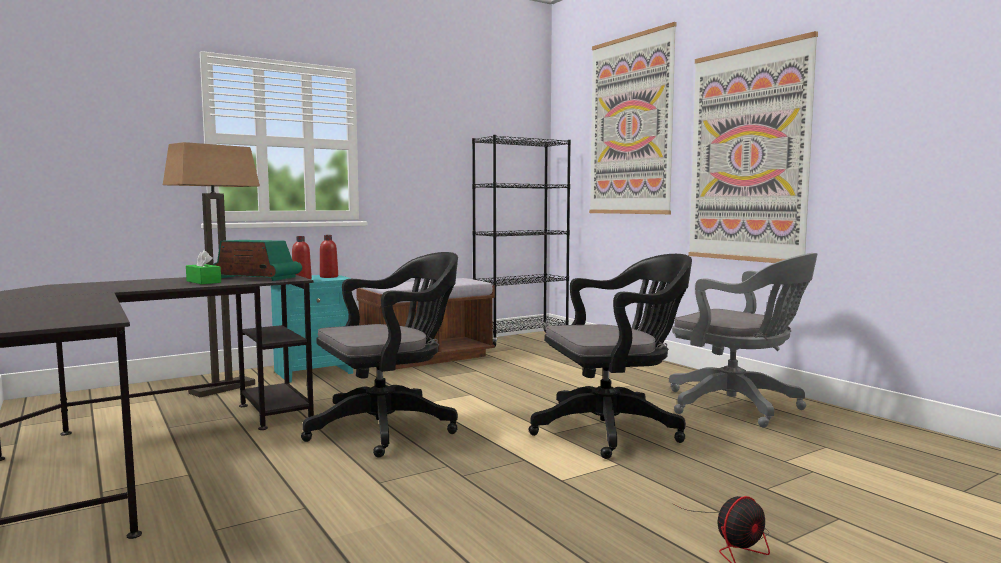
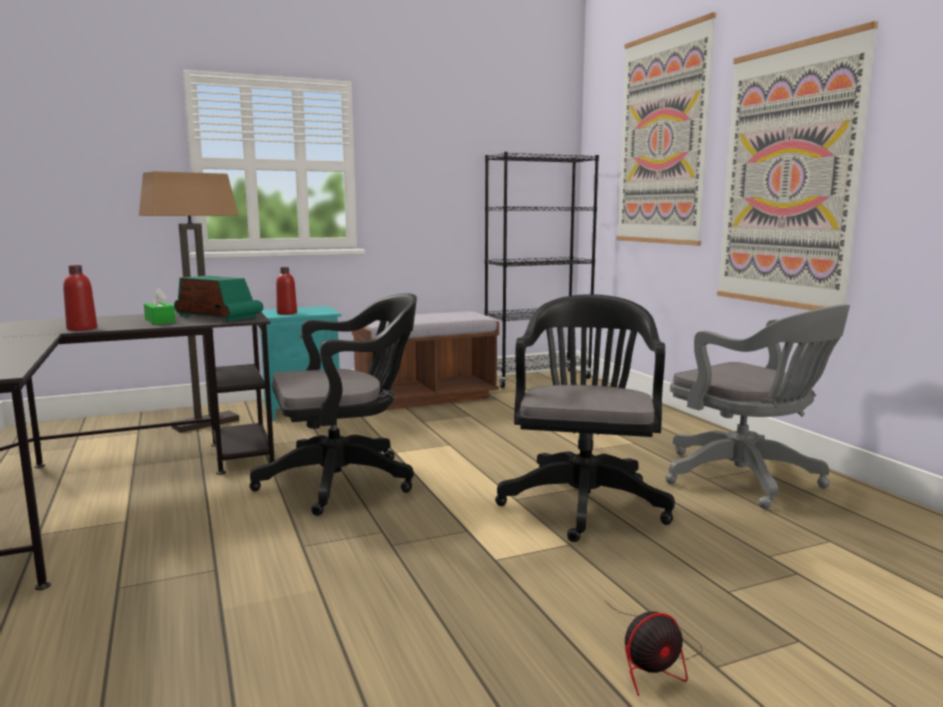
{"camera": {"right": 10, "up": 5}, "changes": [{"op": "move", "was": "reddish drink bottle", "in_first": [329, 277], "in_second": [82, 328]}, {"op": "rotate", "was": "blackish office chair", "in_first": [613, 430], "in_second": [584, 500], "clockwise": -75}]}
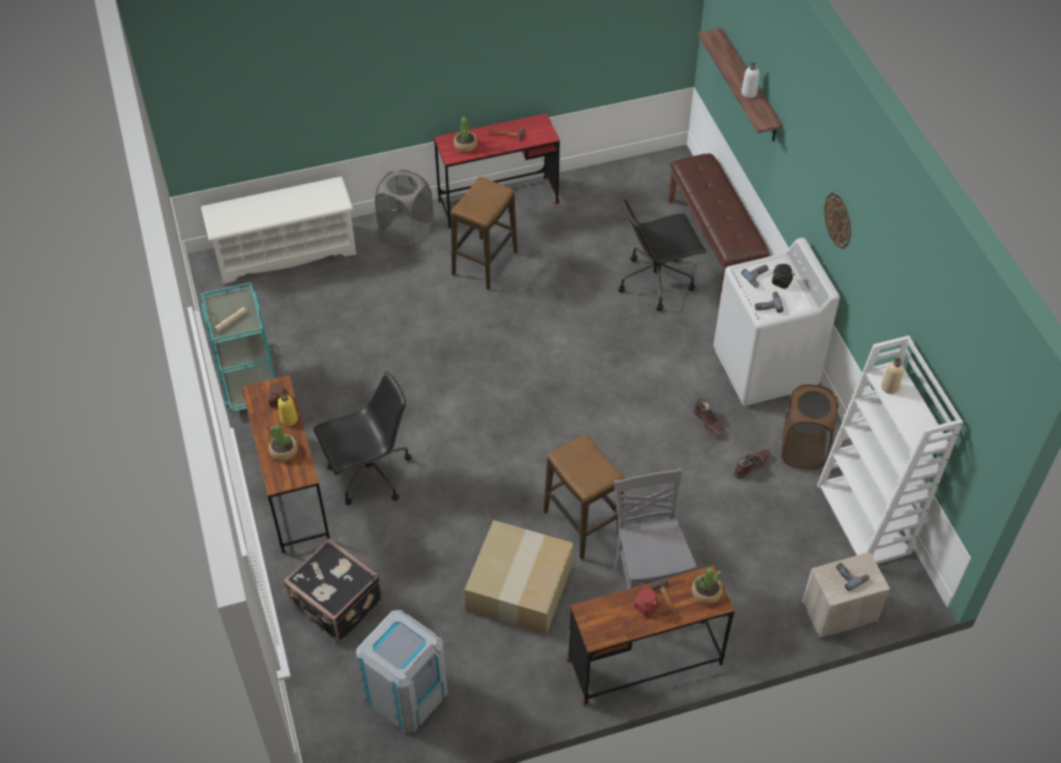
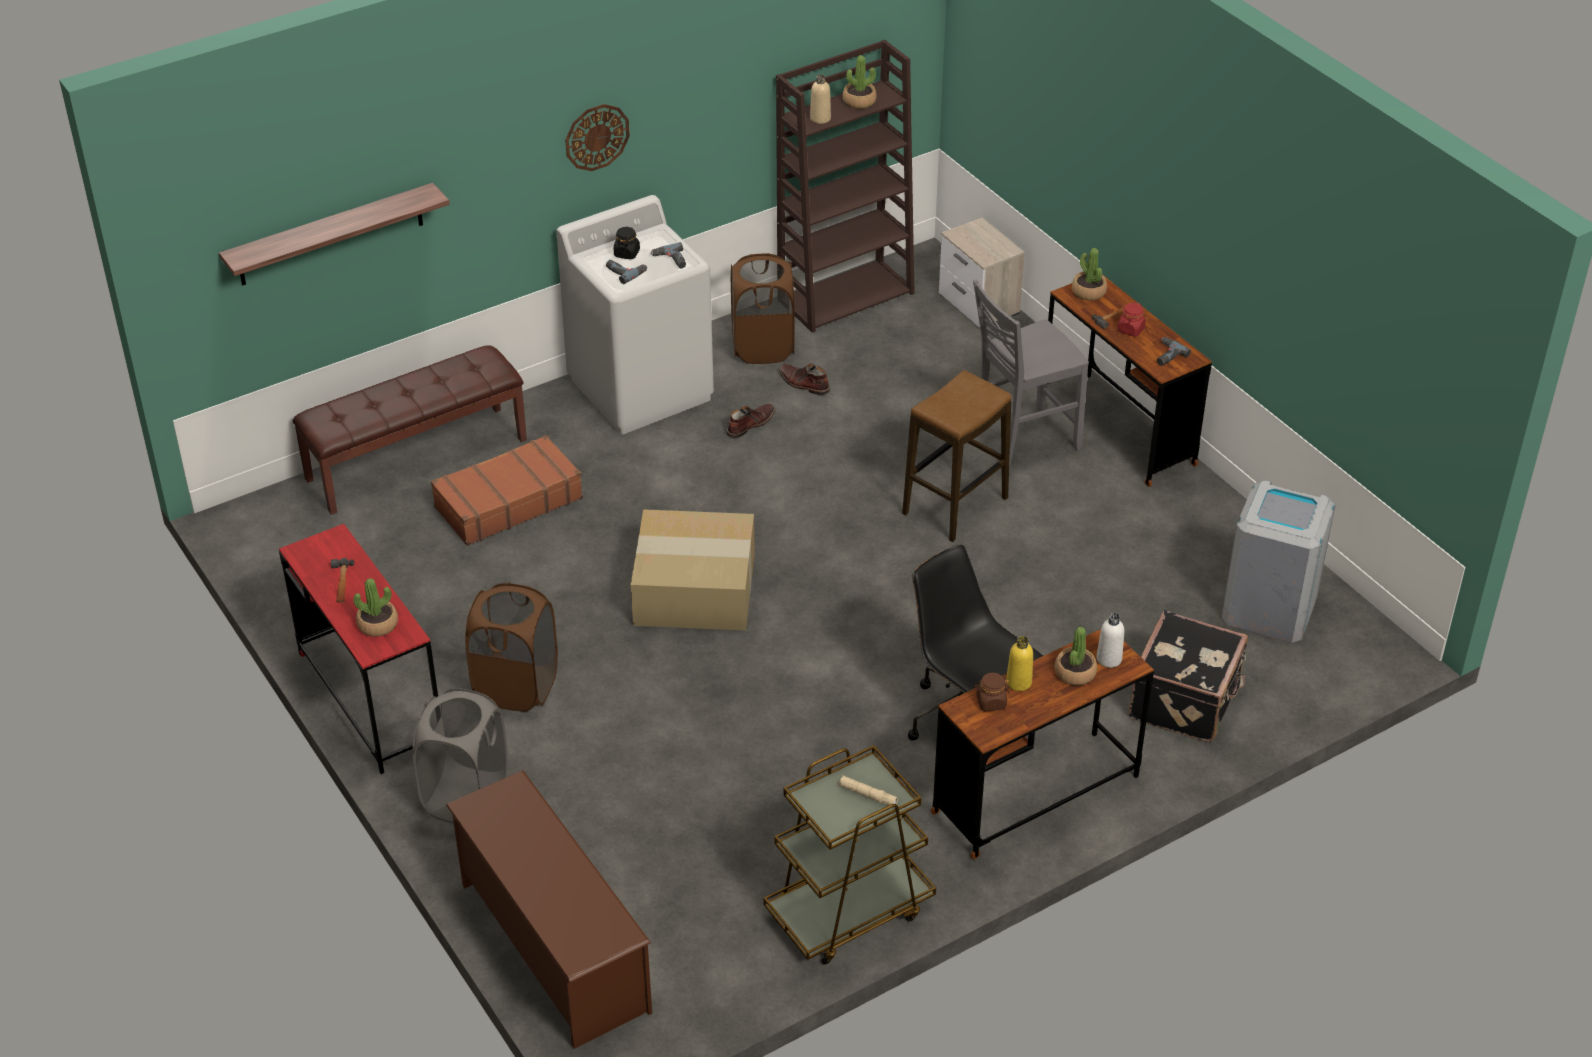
{"camera": {"right": -105, "up": -10}, "changes": [{"op": "replace", "was": "blackish office chair", "now": "brown travel case", "in_first": [656, 281], "in_second": [507, 502]}, {"op": "recolor", "was": "white shoe rack", "now": "brown shoe rack", "in_first": [286, 252], "in_second": [553, 946]}, {"op": "replace", "was": "stool seat", "now": "brown washing basket", "in_first": [484, 263], "in_second": [516, 687]}, {"op": "move", "was": "carton", "in_first": [520, 589], "in_second": [696, 588]}, {"op": "recolor", "was": "turquoise wheeled cart", "now": "brown wheeled cart", "in_first": [248, 378], "in_second": [848, 911]}, {"op": "recolor", "was": "white bookcase", "now": "brown bookcase", "in_first": [864, 519], "in_second": [846, 295]}, {"op": "insert", "now": "plant in a pot", "in_second": [859, 101]}, {"op": "move", "was": "white drink bottle", "in_first": [749, 93], "in_second": [1109, 659]}, {"op": "move", "was": "power drill", "in_first": [851, 575], "in_second": [1166, 355]}]}
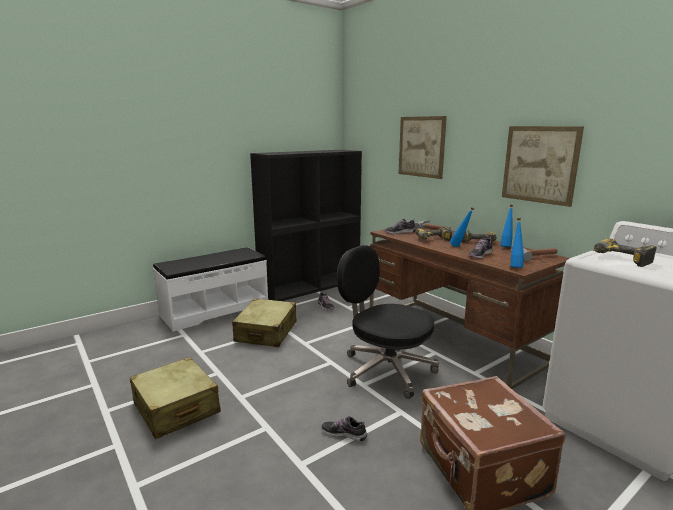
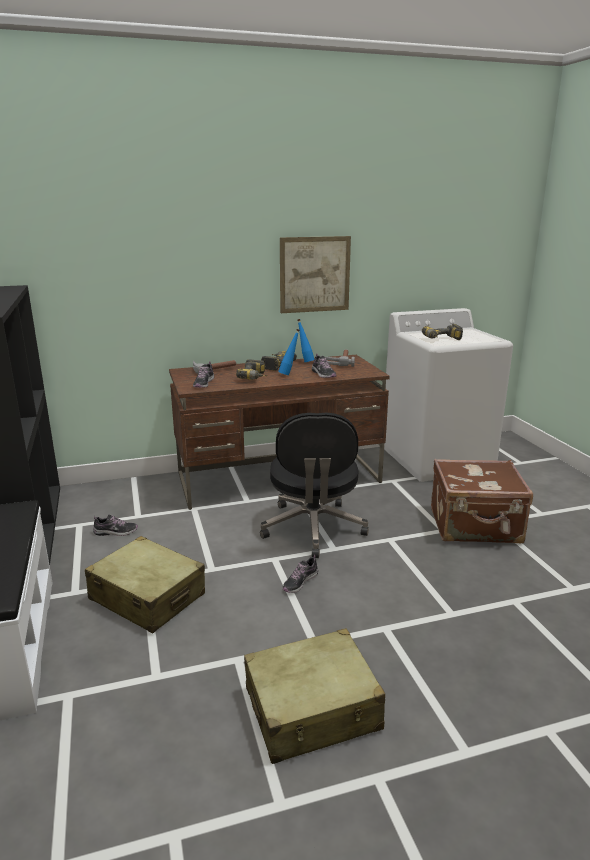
{"camera": {"right": -70, "up": 5}, "changes": [{"op": "rotate", "was": "blackish office chair", "in_first": [385, 370], "in_second": [313, 529], "clockwise": -60}, {"op": "move", "was": "low shoe", "in_first": [344, 434], "in_second": [300, 582]}, {"op": "delete", "was": "picture", "in_first": [421, 146]}, {"op": "delete", "was": "bluish drink bottle", "in_first": [515, 267]}]}
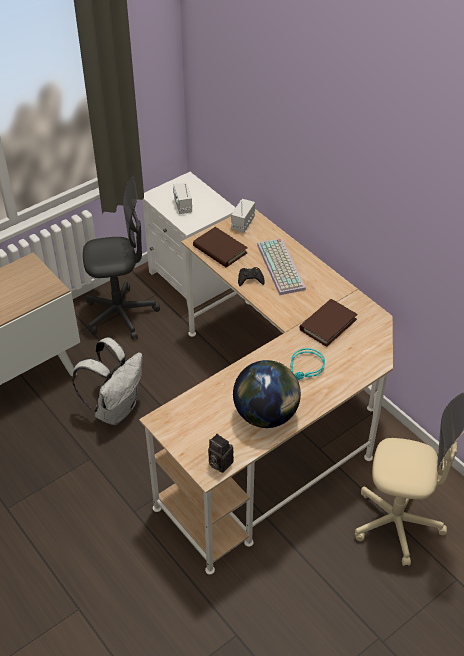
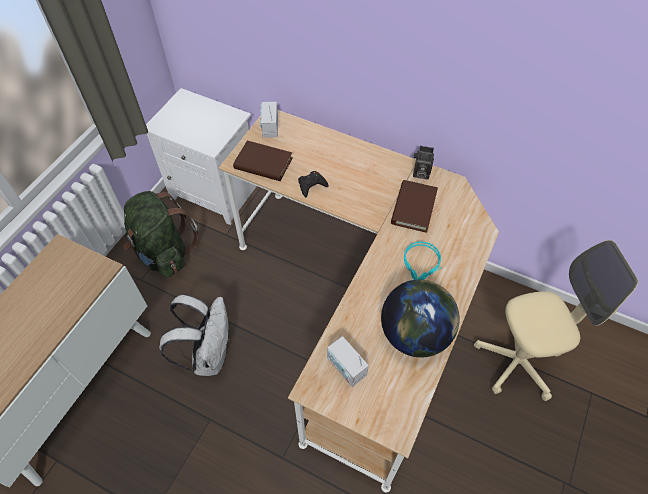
{"camera": {"right": -25, "up": 10}, "changes": [{"op": "replace", "was": "grey office chair", "now": "green rucksack", "in_first": [120, 314], "in_second": [164, 252]}, {"op": "move", "was": "radio receiver", "in_first": [183, 206], "in_second": [346, 367]}, {"op": "move", "was": "photo camera", "in_first": [219, 463], "in_second": [420, 173]}, {"op": "delete", "was": "keyboard", "in_first": [282, 267]}]}
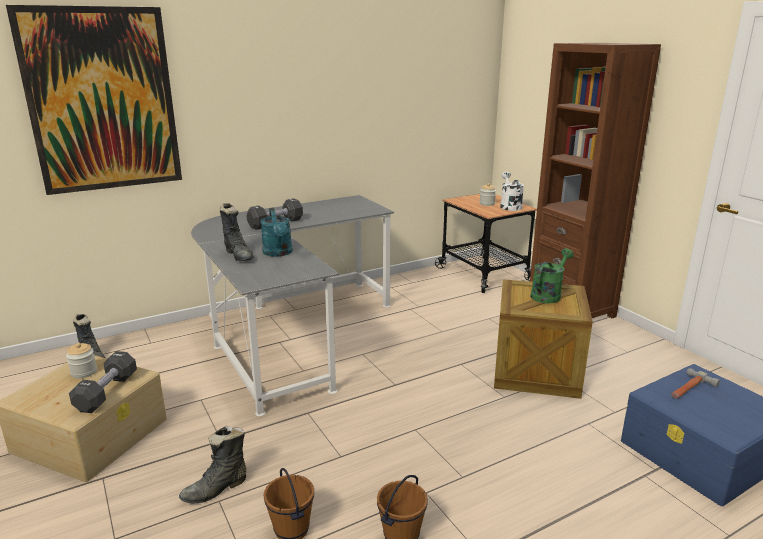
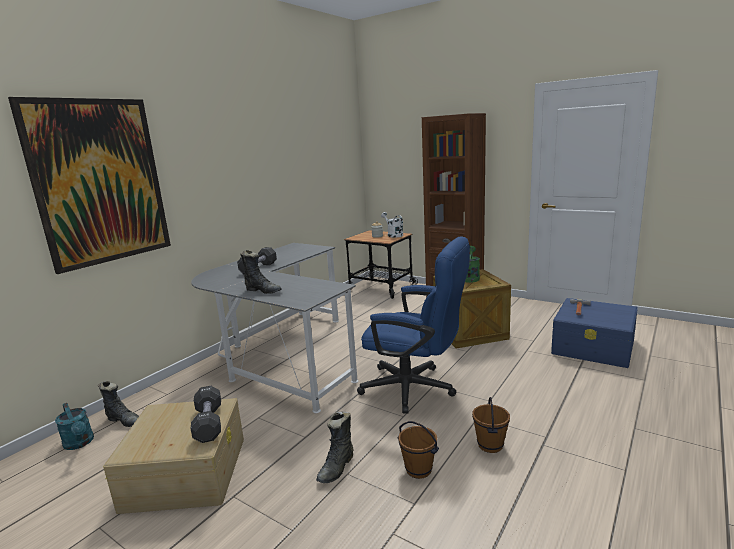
{"camera": {"right": -25, "up": -5}, "changes": [{"op": "move", "was": "turquoise watering pot", "in_first": [278, 253], "in_second": [80, 443]}, {"op": "insert", "now": "bluish office chair", "in_second": [416, 389]}, {"op": "delete", "was": "preserve jar", "in_first": [84, 372]}]}
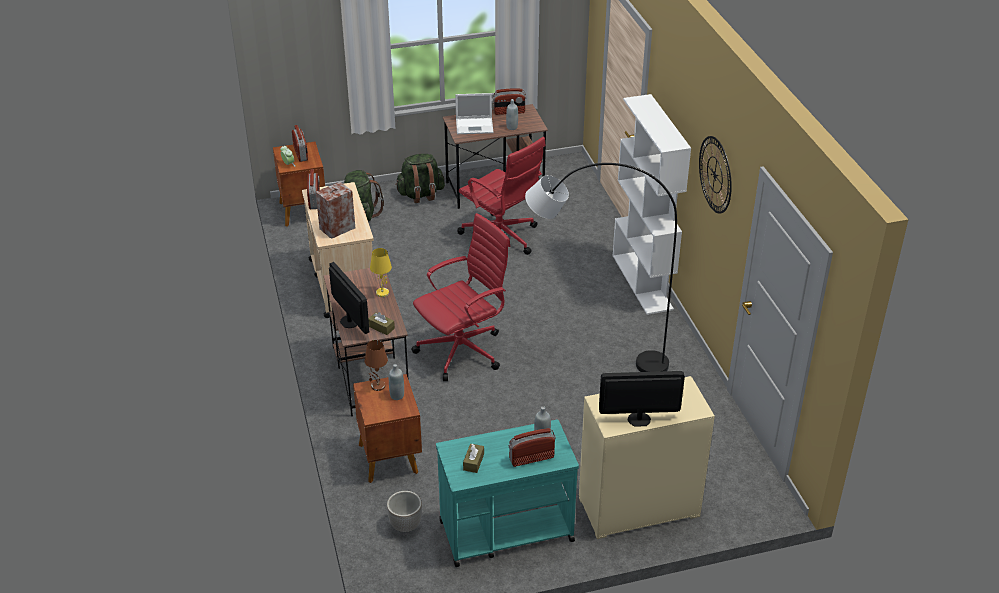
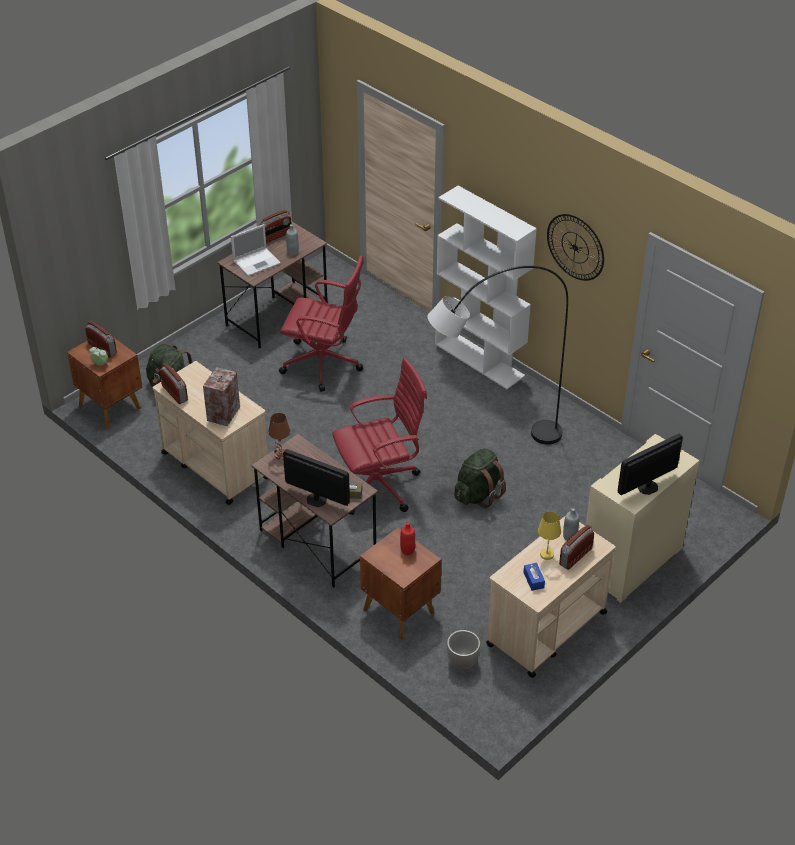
{"camera": {"right": -30, "up": 5}, "changes": [{"op": "move", "was": "brown lamp for a table", "in_first": [377, 386], "in_second": [280, 455]}, {"op": "rotate", "was": "reddish office chair", "in_first": [463, 350], "in_second": [379, 485], "clockwise": 45}, {"op": "recolor", "was": "grey drink bottle", "now": "reddish drink bottle", "in_first": [397, 395], "in_second": [407, 550]}, {"op": "move", "was": "green rucksack", "in_first": [421, 194], "in_second": [478, 494]}, {"op": "recolor", "was": "turquoise wheeled cart", "now": "beige wheeled cart", "in_first": [505, 530], "in_second": [545, 629]}, {"op": "recolor", "was": "brown tissue box", "now": "bluish tissue box", "in_first": [473, 462], "in_second": [533, 580]}, {"op": "move", "was": "yellowish lamp for a table", "in_first": [382, 292], "in_second": [546, 554]}]}
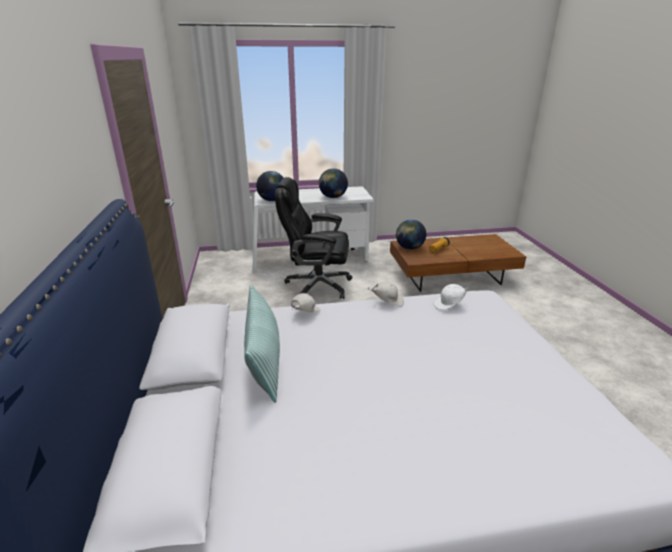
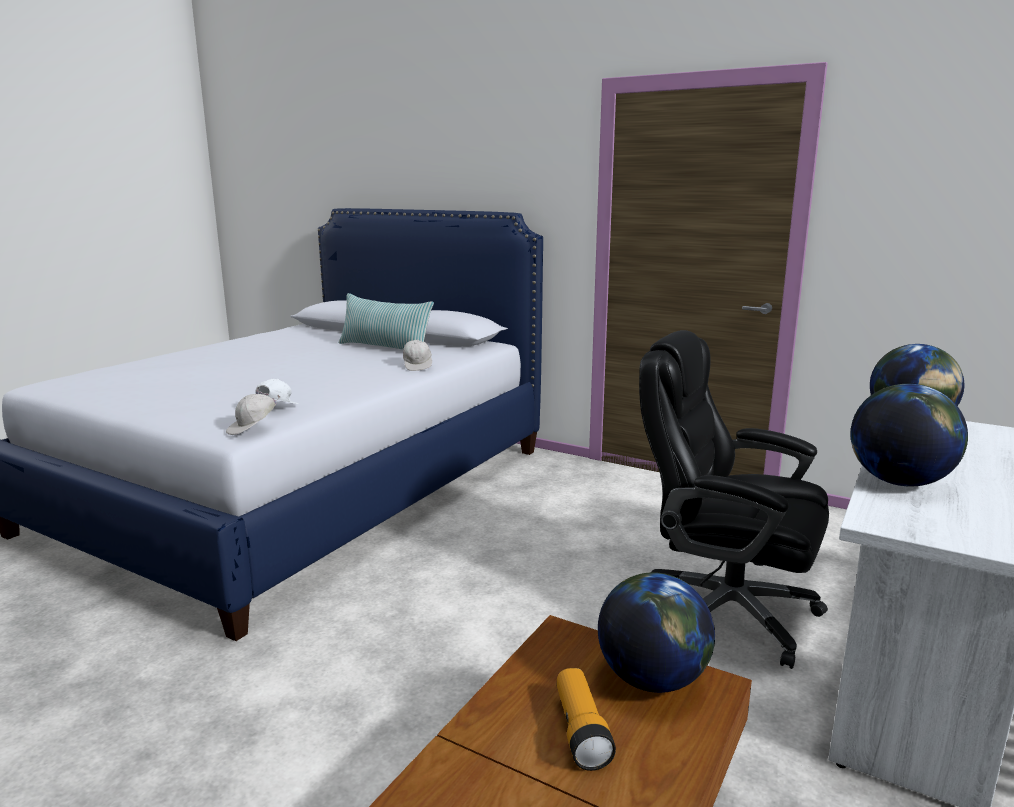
{"camera": {"right": 130, "up": -10}, "changes": [{"op": "move", "was": "white baseball cap", "in_first": [387, 301], "in_second": [253, 429]}, {"op": "rotate", "was": "blackish office chair", "in_first": [316, 286], "in_second": [724, 611], "clockwise": -105}]}
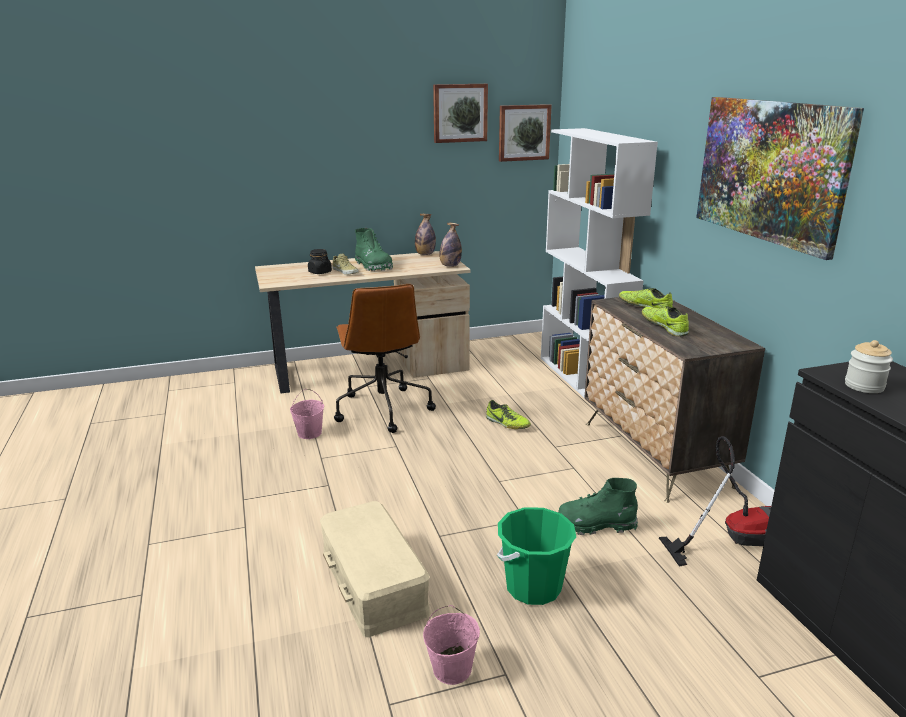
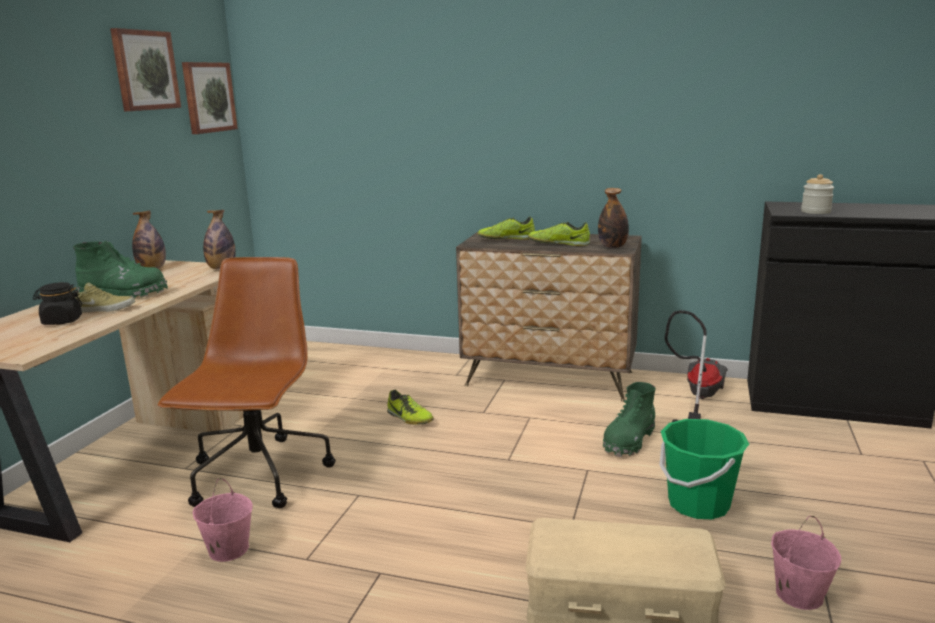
{"camera": {"right": -55, "up": -5}, "changes": [{"op": "rotate", "was": "brown office chair", "in_first": [382, 409], "in_second": [259, 476], "clockwise": -105}, {"op": "rotate", "was": "low shoe", "in_first": [507, 424], "in_second": [409, 418], "clockwise": 60}, {"op": "insert", "now": "drink bottle", "in_second": [612, 247]}, {"op": "delete", "was": "white bookcase", "in_first": [583, 379]}, {"op": "delete", "was": "picture", "in_first": [770, 171]}]}
